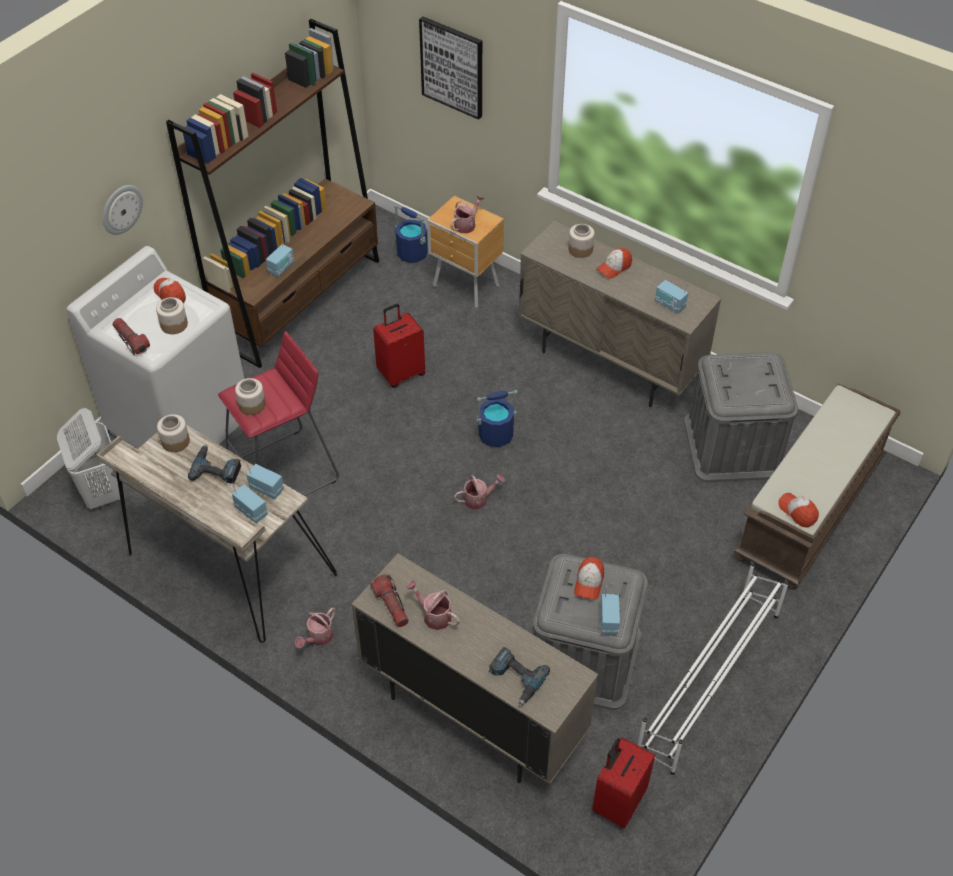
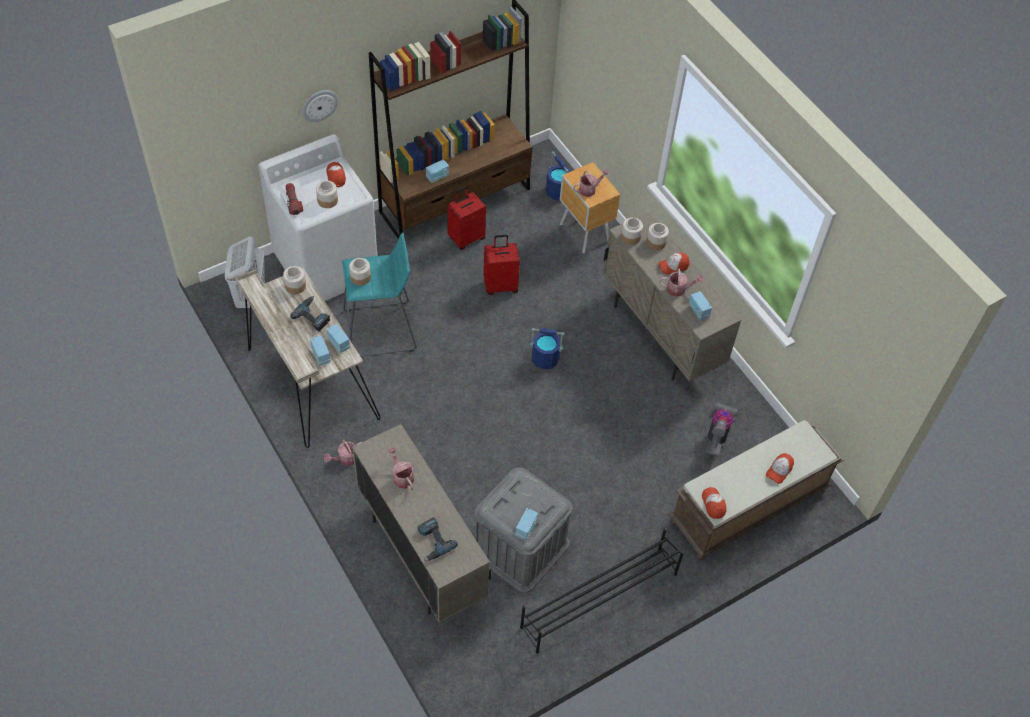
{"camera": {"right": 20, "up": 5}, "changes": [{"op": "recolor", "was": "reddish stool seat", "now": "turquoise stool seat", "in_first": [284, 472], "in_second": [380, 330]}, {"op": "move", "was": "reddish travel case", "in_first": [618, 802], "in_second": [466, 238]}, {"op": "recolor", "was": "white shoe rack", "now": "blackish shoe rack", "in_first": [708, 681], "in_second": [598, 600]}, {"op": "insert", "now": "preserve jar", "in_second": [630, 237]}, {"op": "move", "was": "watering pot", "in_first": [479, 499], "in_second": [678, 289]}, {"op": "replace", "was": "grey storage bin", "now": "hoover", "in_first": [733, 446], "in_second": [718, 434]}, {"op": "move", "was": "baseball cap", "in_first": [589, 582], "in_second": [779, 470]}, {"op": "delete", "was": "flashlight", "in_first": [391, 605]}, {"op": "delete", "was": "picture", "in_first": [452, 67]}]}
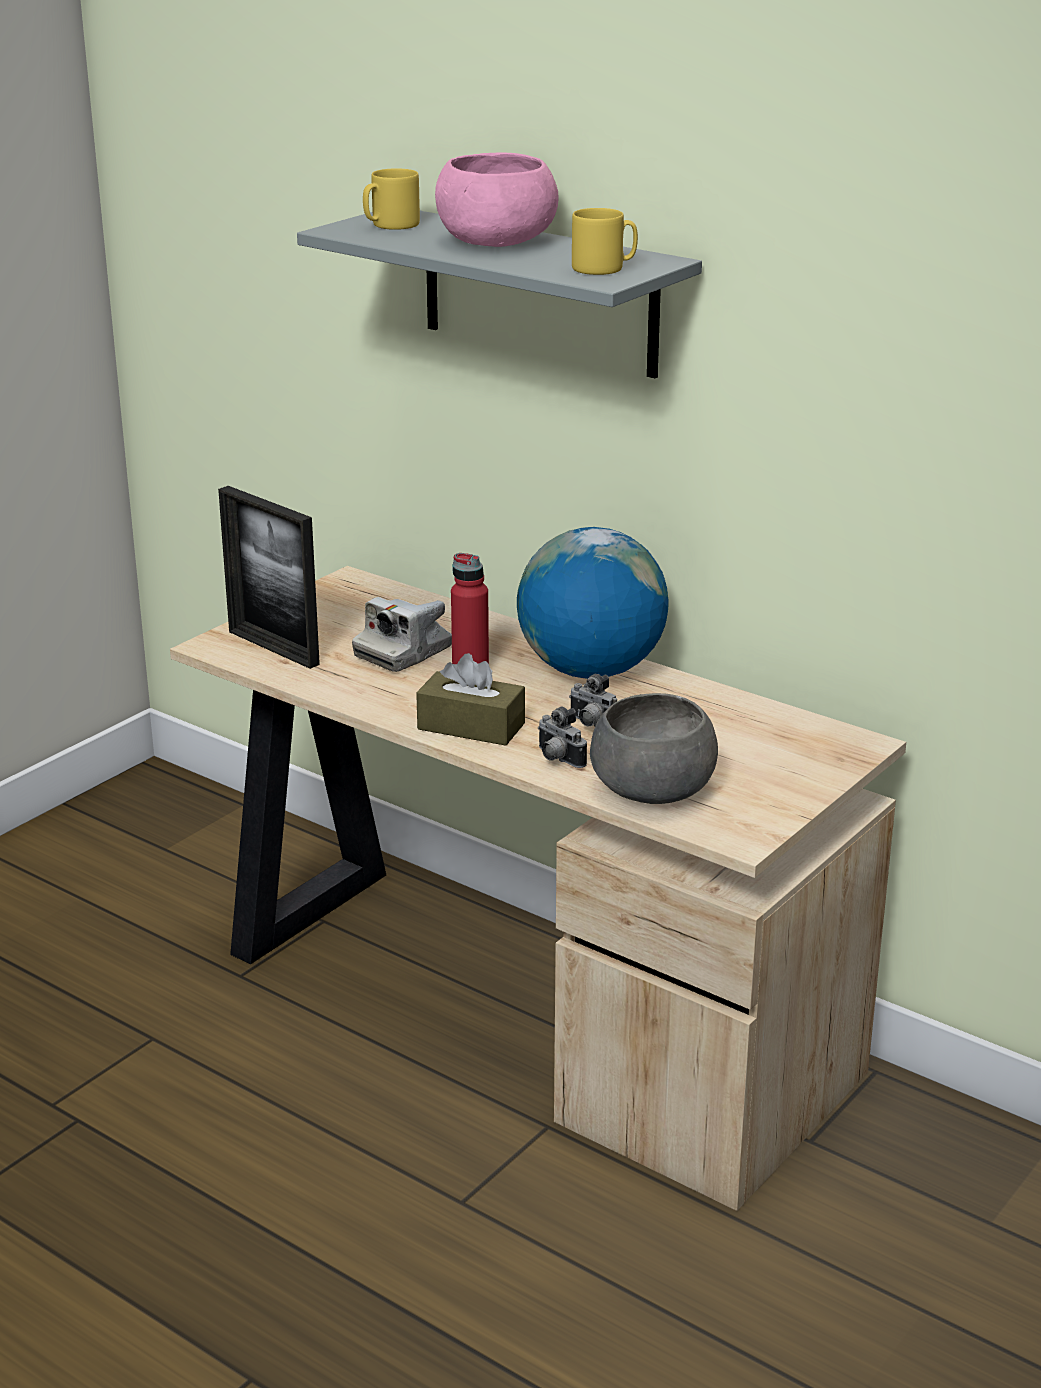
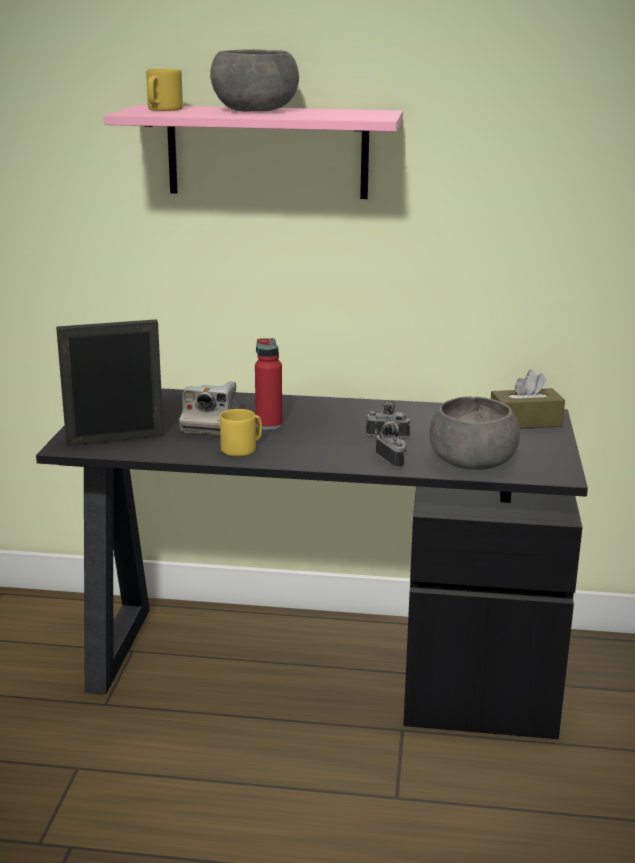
{"camera": {"right": -30, "up": -5}, "changes": [{"op": "recolor", "was": "beige desk", "now": "blackish desk", "in_first": [521, 1007], "in_second": [315, 663]}, {"op": "rotate", "was": "photo frame", "in_first": [273, 648], "in_second": [115, 439], "clockwise": 150}, {"op": "recolor", "was": "grey bracket shelf", "now": "pink bracket shelf", "in_first": [539, 292], "in_second": [267, 152]}, {"op": "recolor", "was": "pink serving bowl", "now": "grey serving bowl", "in_first": [495, 241], "in_second": [255, 110]}, {"op": "move", "was": "yellowish mug", "in_first": [604, 269], "in_second": [242, 449]}, {"op": "rotate", "was": "photo camera", "in_first": [557, 759], "in_second": [393, 460], "clockwise": -135}, {"op": "move", "was": "brown tissue box", "in_first": [471, 726], "in_second": [525, 422]}, {"op": "delete", "was": "globe", "in_first": [590, 670]}]}
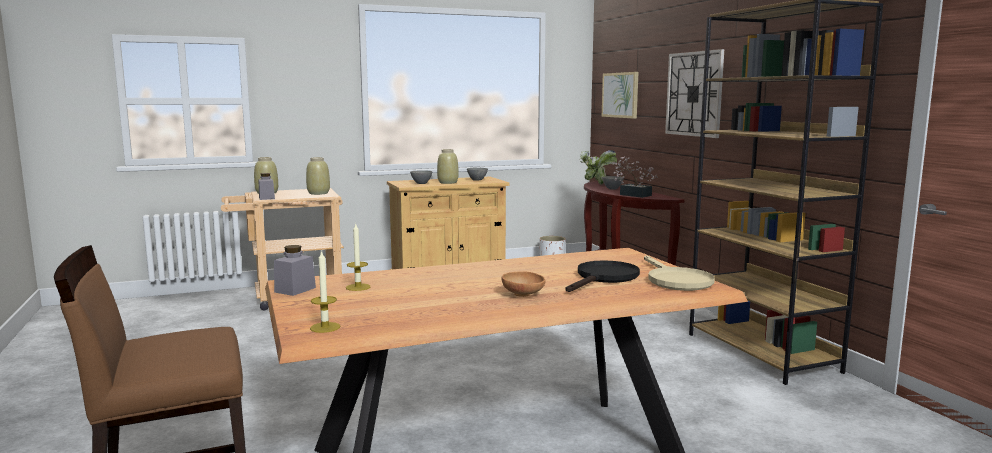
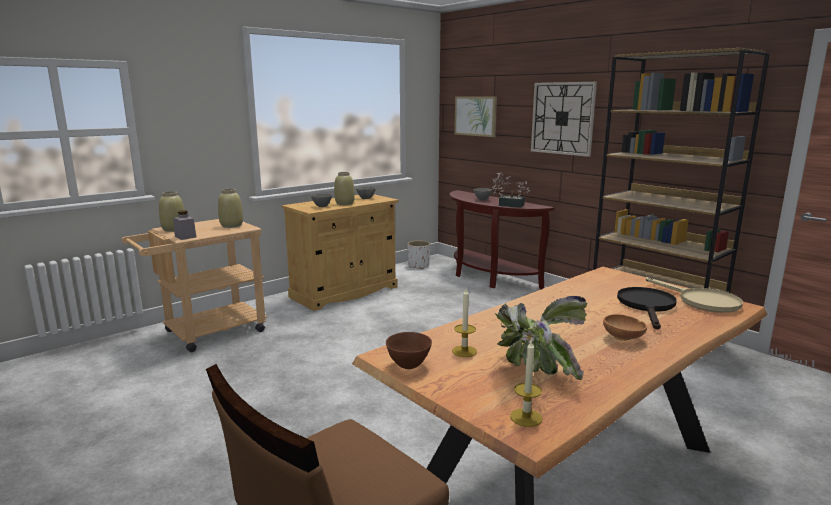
{"camera": {"right": -20, "up": 5}, "changes": [{"op": "replace", "was": "grey preserve jar", "now": "brown serving bowl", "in_first": [295, 290], "in_second": [409, 365]}, {"op": "move", "was": "plant in a pot", "in_first": [595, 184], "in_second": [533, 372]}]}
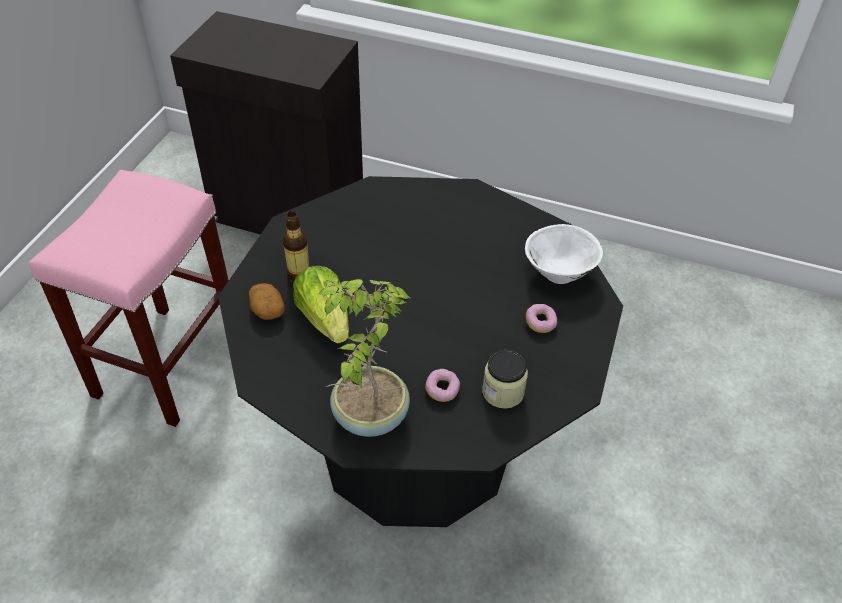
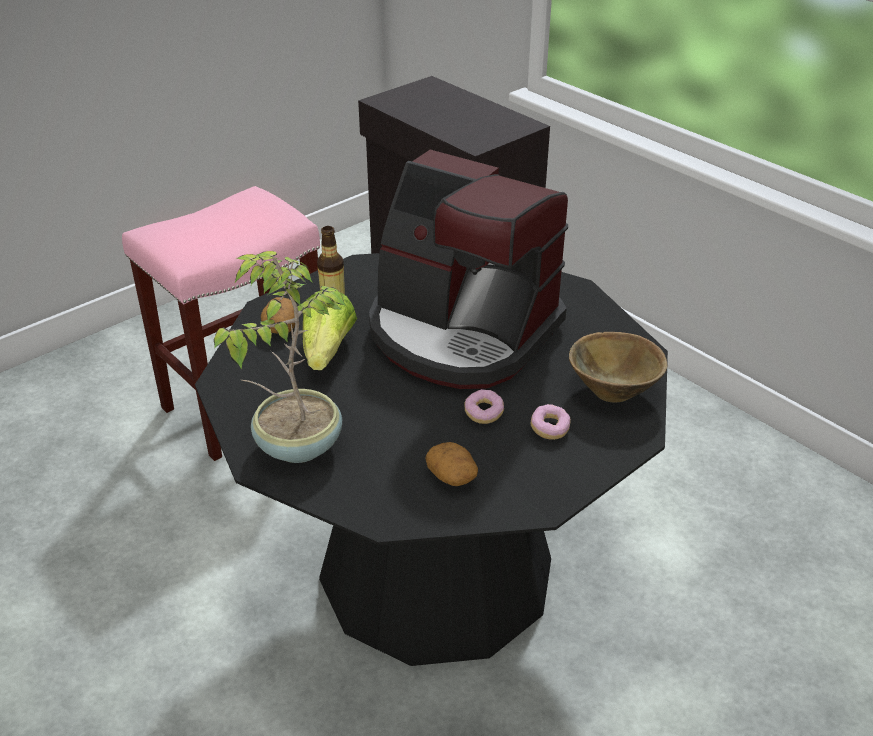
{"camera": {"right": 30, "up": -10}, "changes": [{"op": "insert", "now": "coffee machine", "in_second": [461, 333]}, {"op": "replace", "was": "preserve jar", "now": "spud", "in_first": [503, 392], "in_second": [452, 476]}, {"op": "move", "was": "ring doughnut", "in_first": [442, 390], "in_second": [483, 413]}, {"op": "recolor", "was": "white serving bowl", "now": "brown serving bowl", "in_first": [560, 272], "in_second": [614, 390]}]}
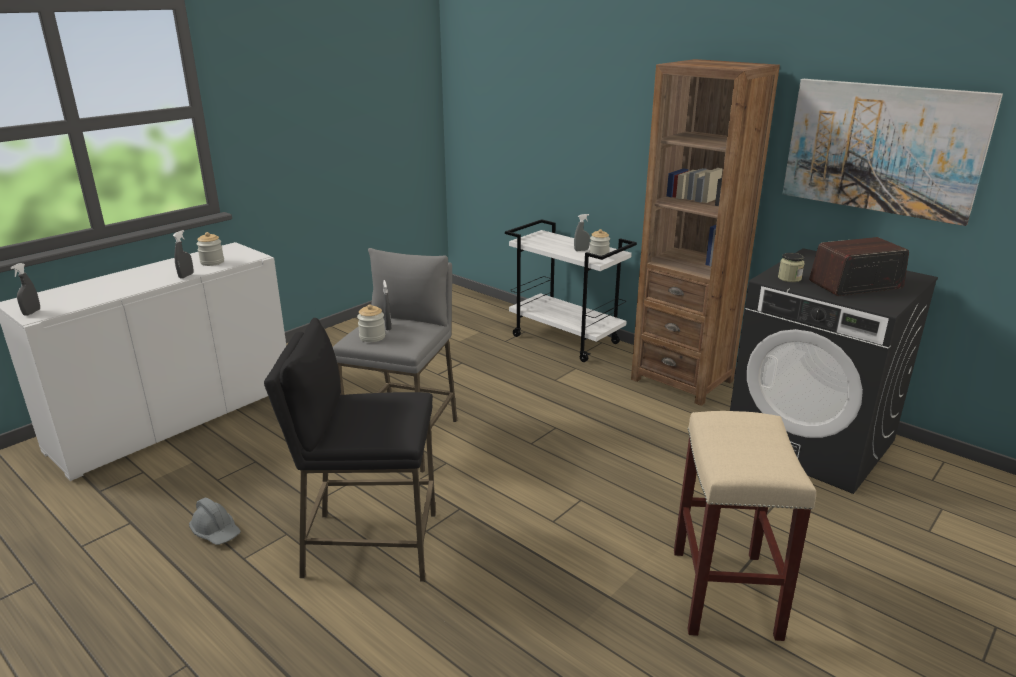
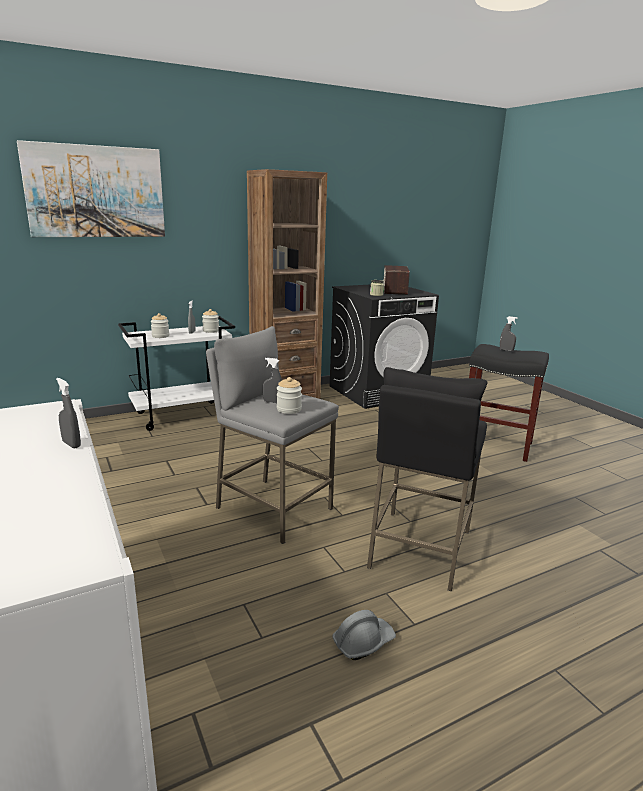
{"camera": {"right": -70, "up": -5}, "changes": [{"op": "move", "was": "picture", "in_first": [882, 148], "in_second": [96, 192]}, {"op": "move", "was": "preserve jar", "in_first": [212, 262], "in_second": [160, 336]}, {"op": "recolor", "was": "beige stool seat", "now": "blackish stool seat", "in_first": [726, 594], "in_second": [497, 445]}, {"op": "move", "was": "grey sprayer", "in_first": [32, 312], "in_second": [506, 350]}]}
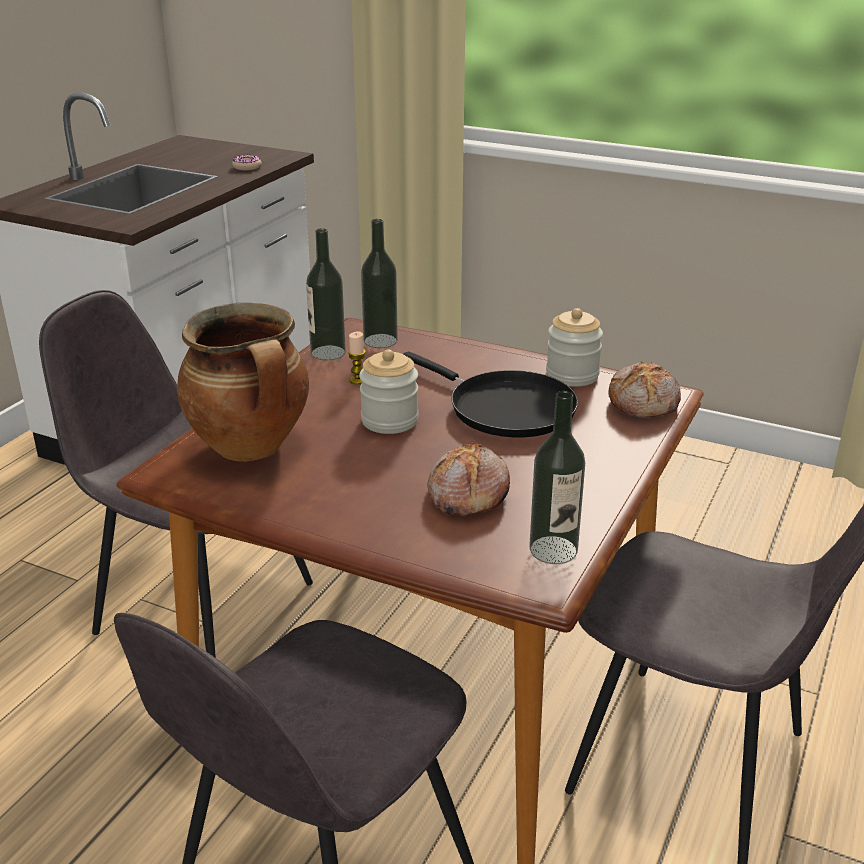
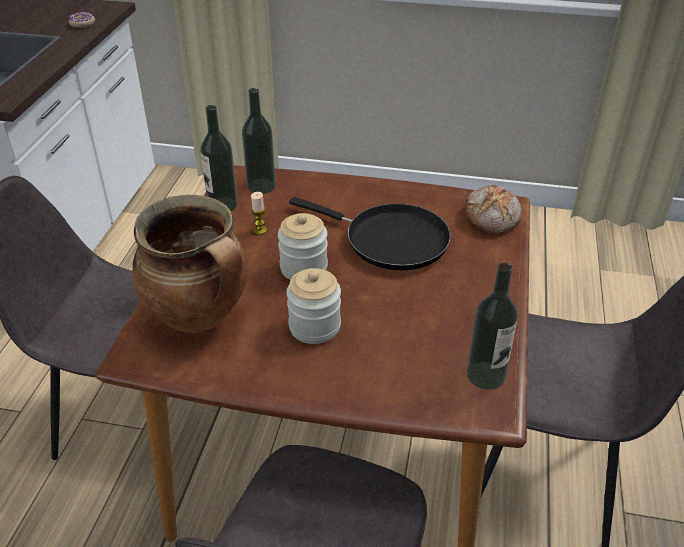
{"camera": {"right": -15, "up": 10}, "changes": [{"op": "move", "was": "preserve jar", "in_first": [572, 375], "in_second": [314, 326]}, {"op": "delete", "was": "baked bread", "in_first": [467, 494]}]}
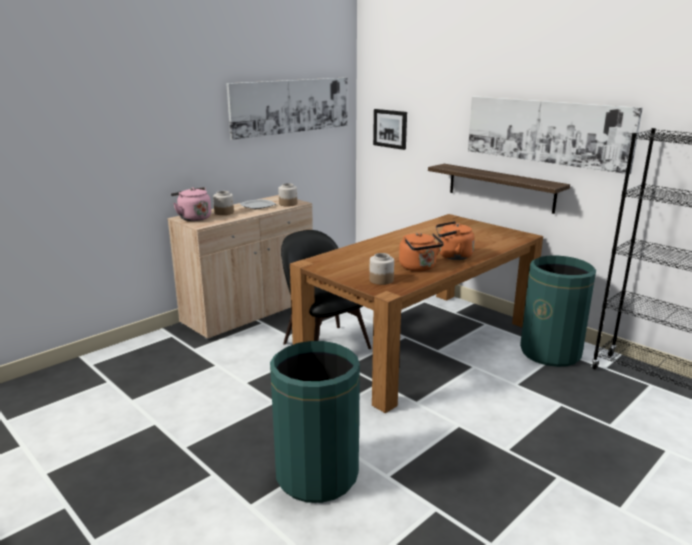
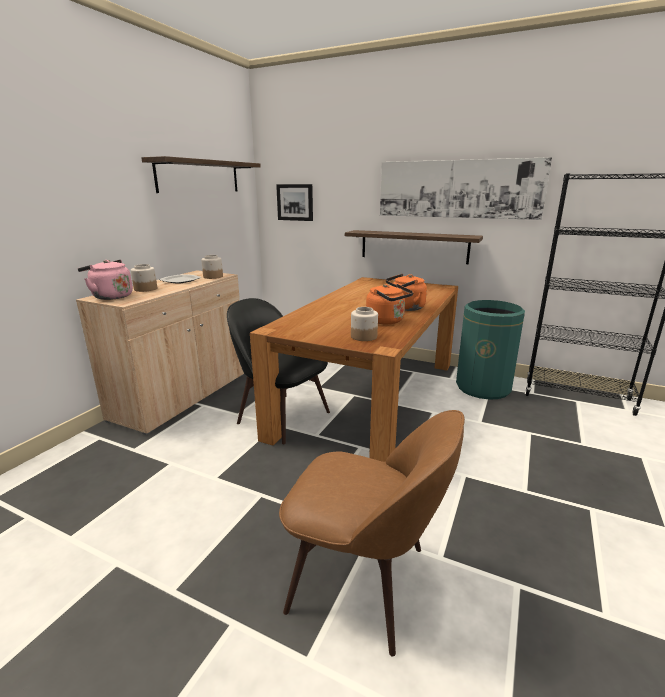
{"camera": {"right": -20, "up": 0}, "changes": [{"op": "replace", "was": "picture", "now": "bracket shelf", "in_first": [291, 106], "in_second": [199, 176]}, {"op": "replace", "was": "green trash can", "now": "brown upright chair", "in_first": [317, 475], "in_second": [364, 581]}]}
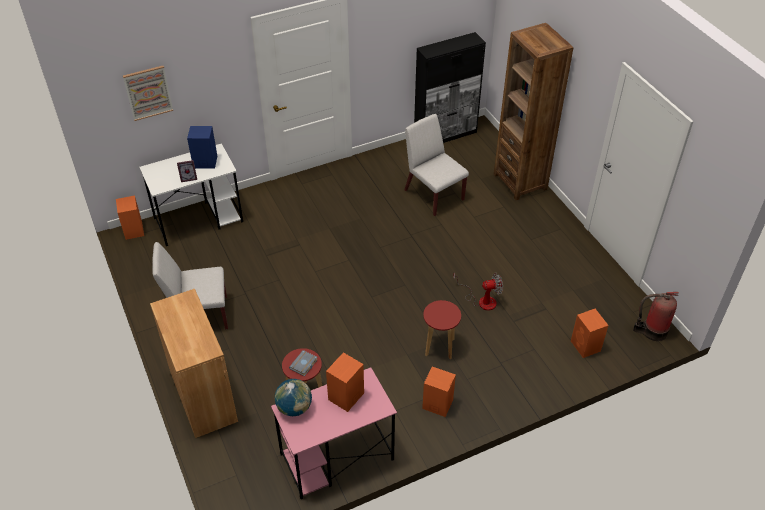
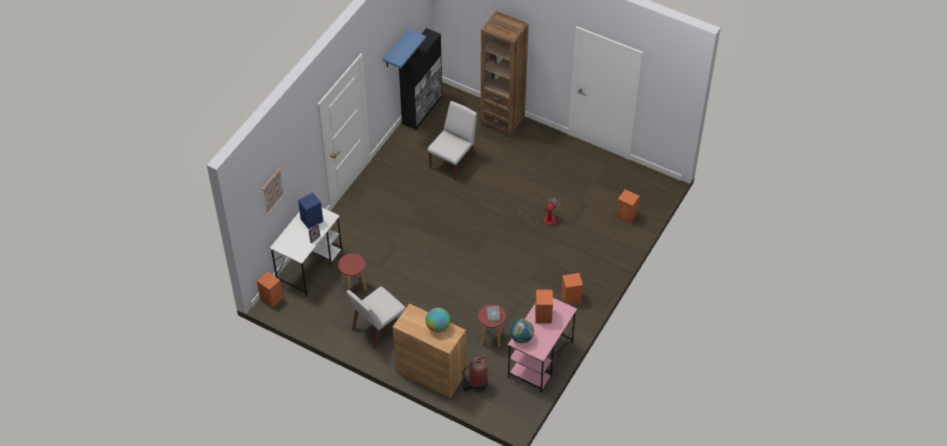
{"camera": {"right": -35, "up": 5}, "changes": [{"op": "move", "was": "reddish stool seat", "in_first": [439, 347], "in_second": [354, 287]}, {"op": "insert", "now": "bluish bracket shelf", "in_second": [395, 49]}, {"op": "insert", "now": "globe", "in_second": [438, 327]}, {"op": "rotate", "was": "white upright chair", "in_first": [433, 194], "in_second": [453, 161], "clockwise": 105}, {"op": "move", "was": "fire-fighting cylinder", "in_first": [652, 331], "in_second": [476, 384]}]}
